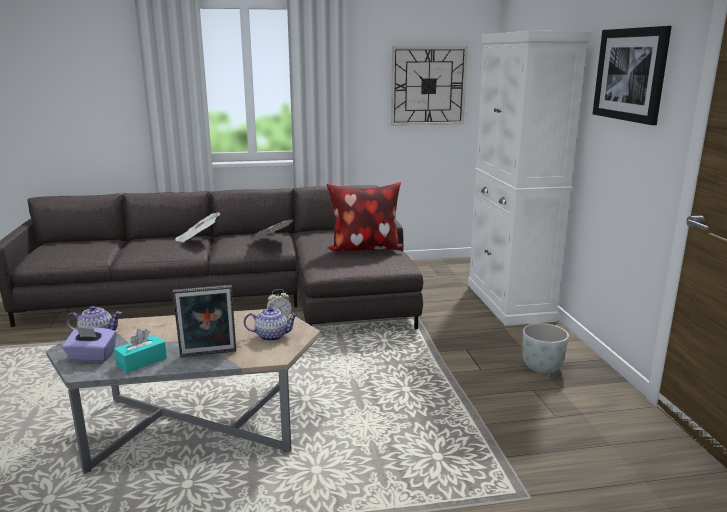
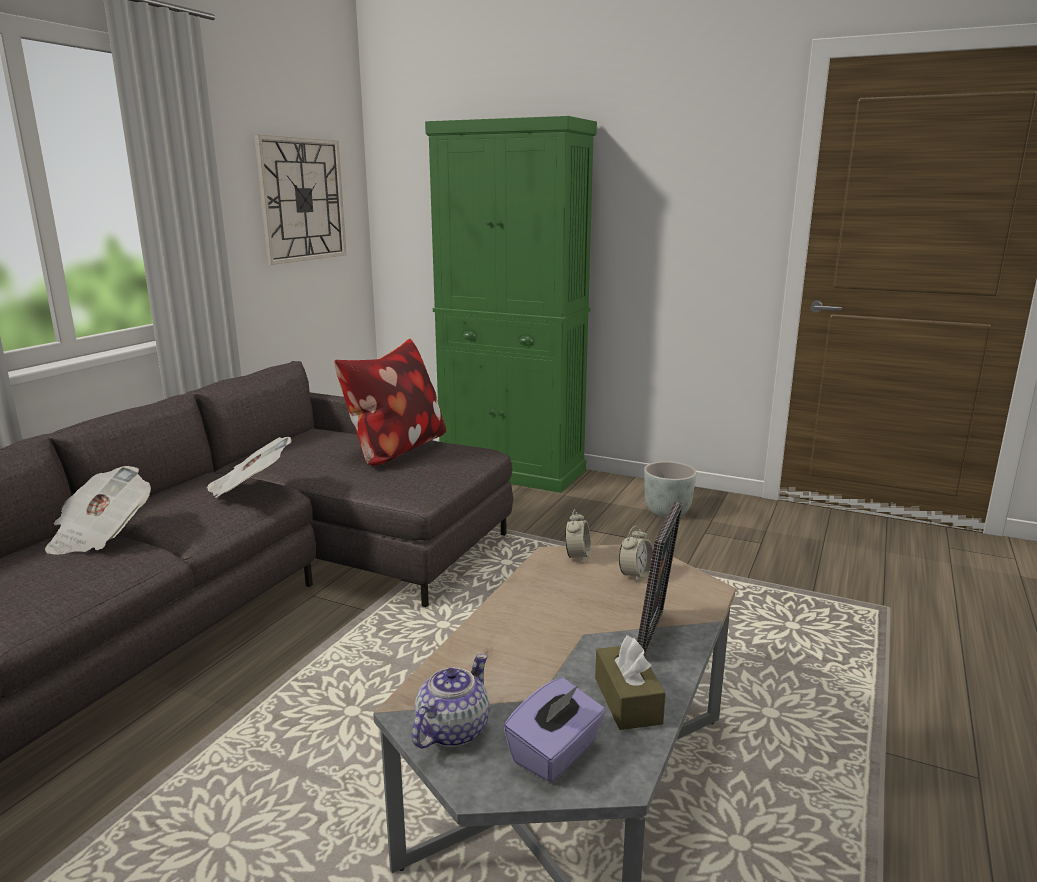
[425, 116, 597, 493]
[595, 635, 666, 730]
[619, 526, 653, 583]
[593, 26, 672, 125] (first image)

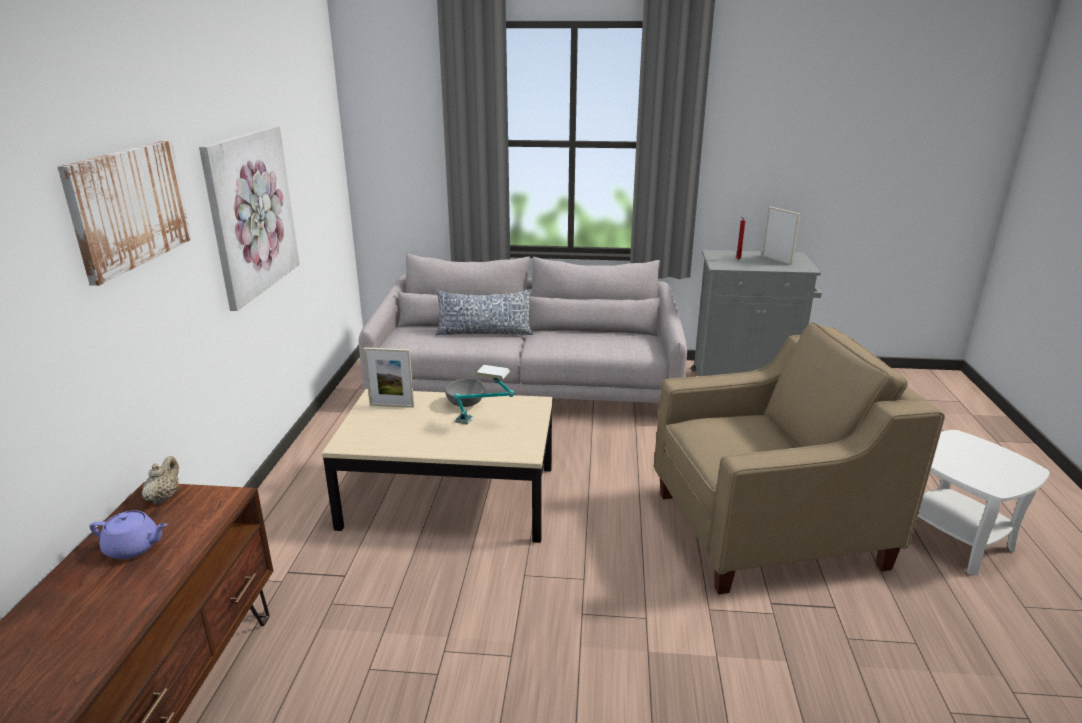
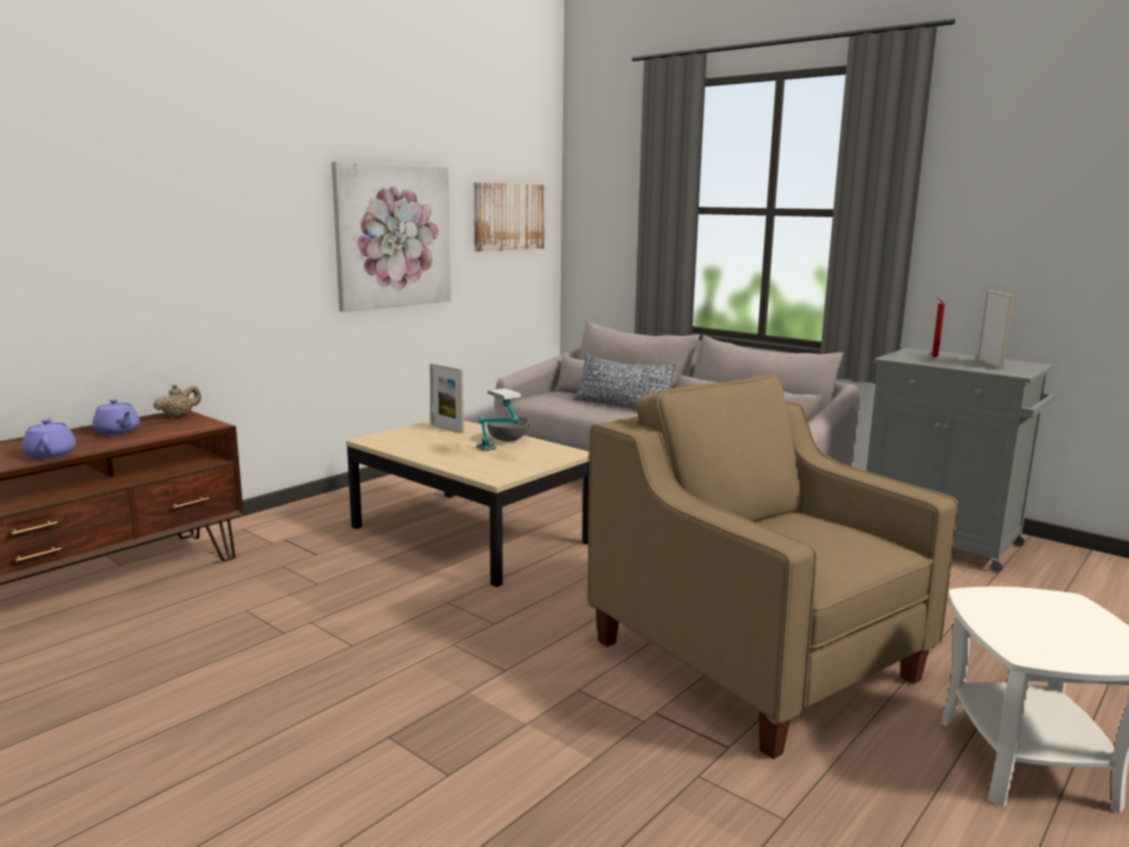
[22, 418, 76, 459]
[474, 182, 546, 252]
[587, 375, 959, 759]

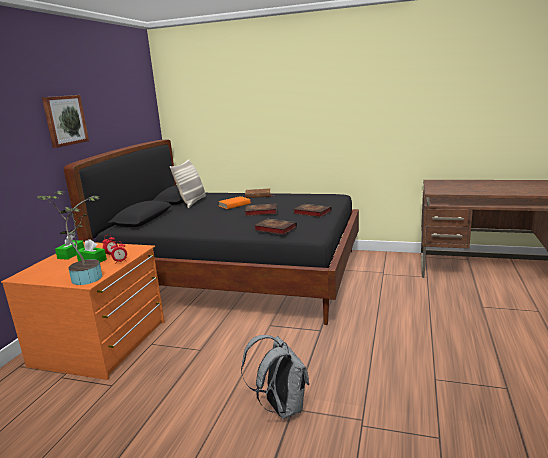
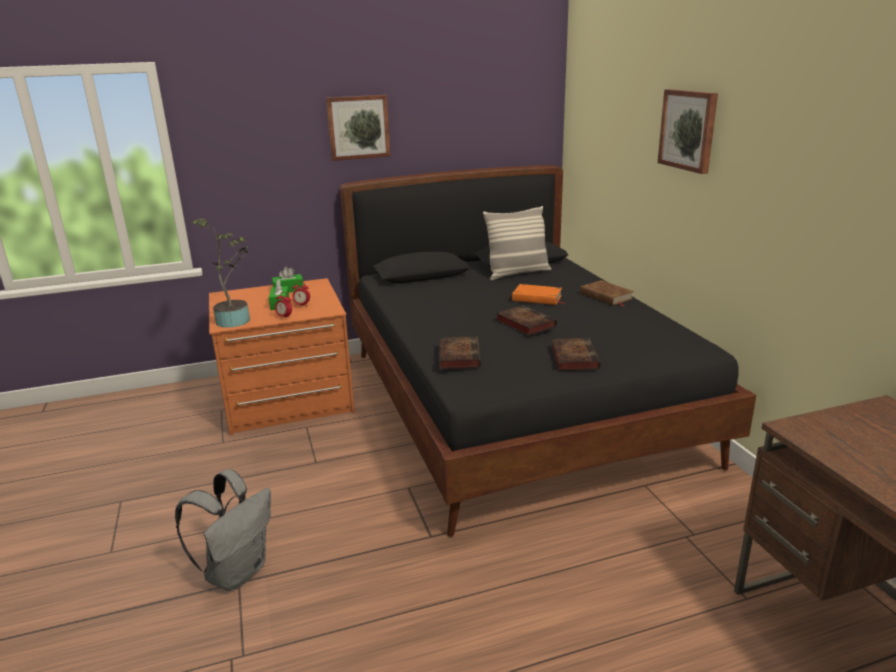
[658, 89, 718, 174]

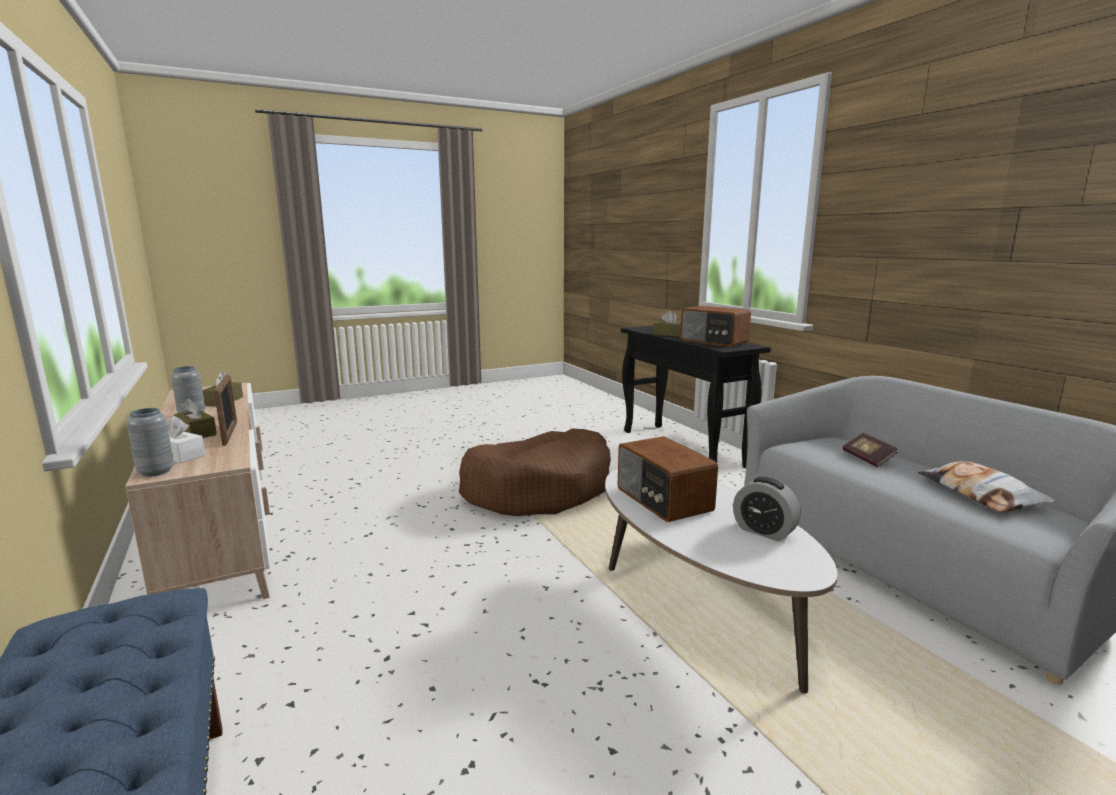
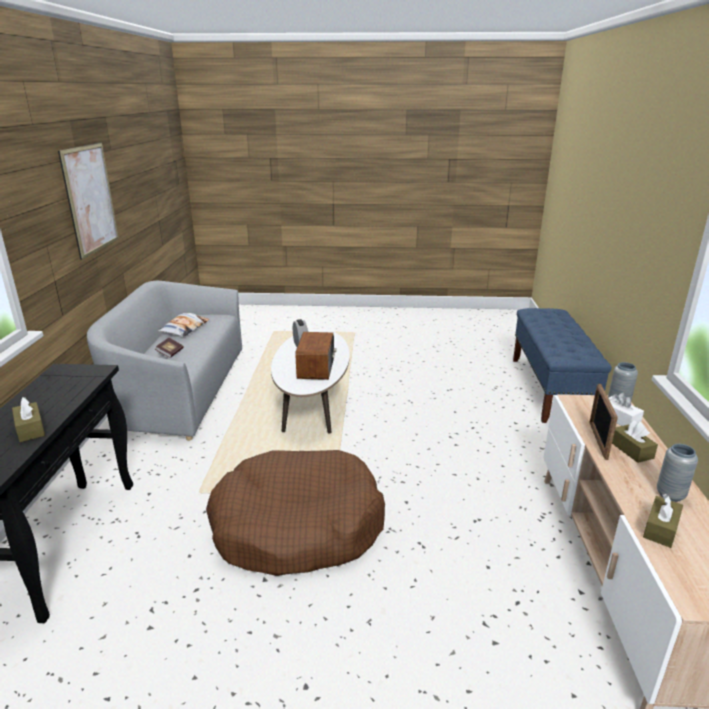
[58, 142, 119, 260]
[680, 306, 751, 347] (first image)

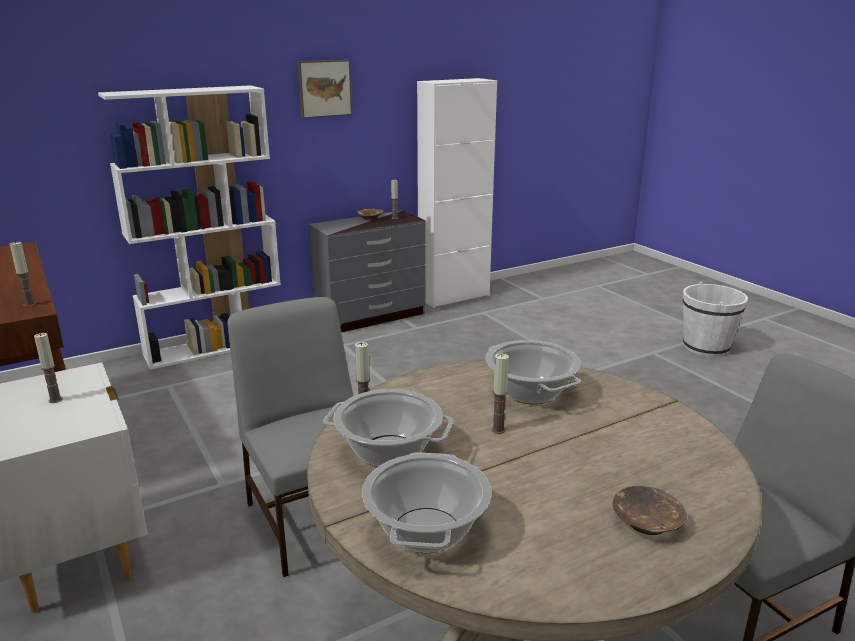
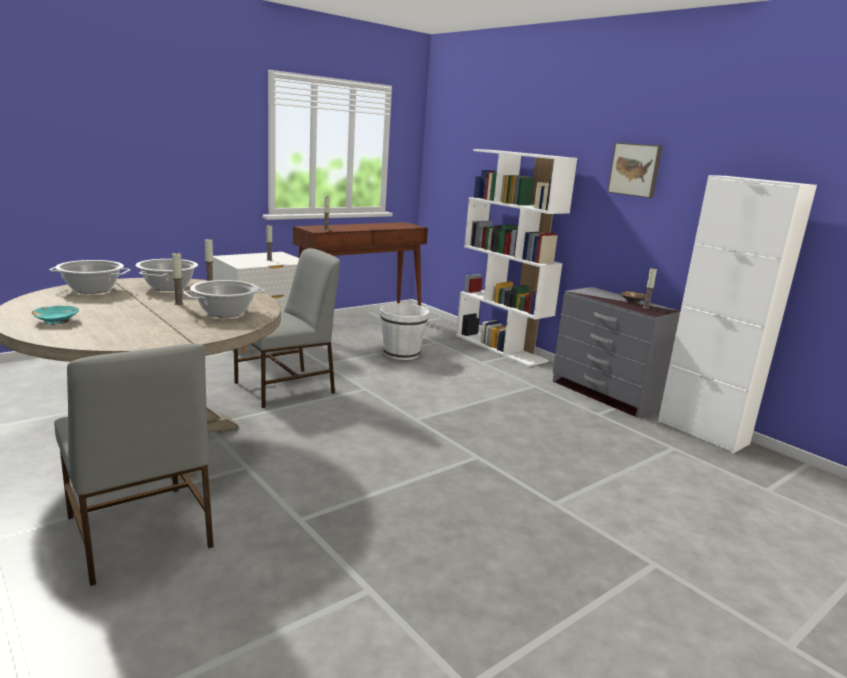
[31, 306, 79, 324]
[380, 303, 429, 360]

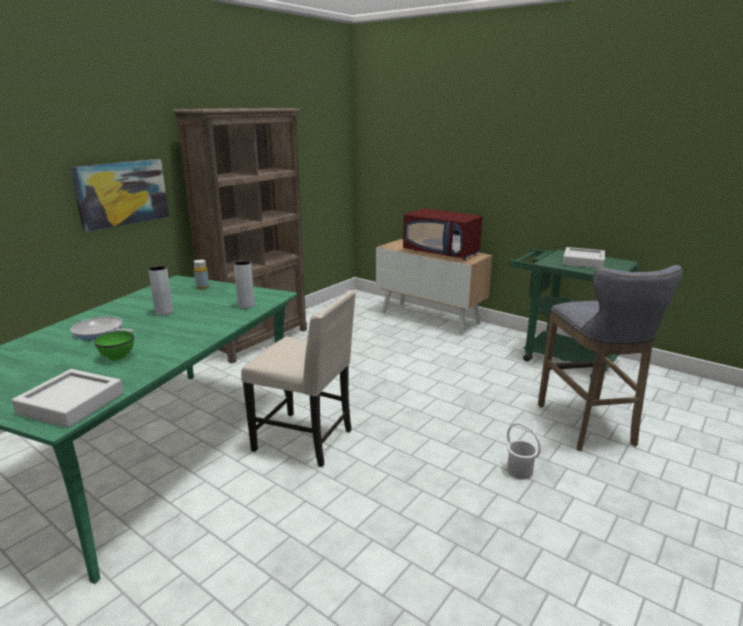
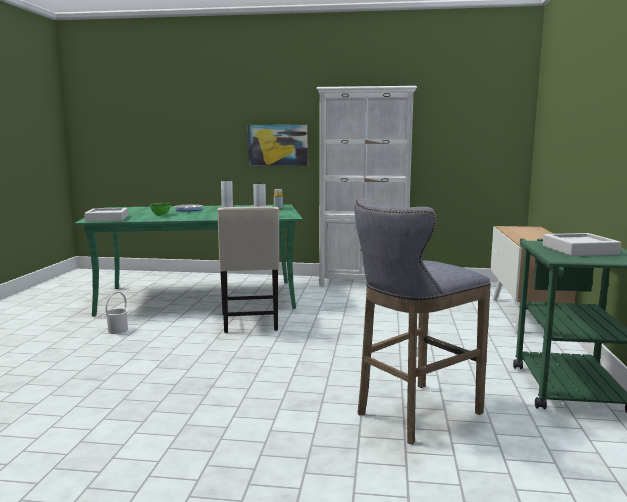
[105, 292, 128, 334]
[316, 86, 417, 286]
[403, 208, 483, 260] (first image)

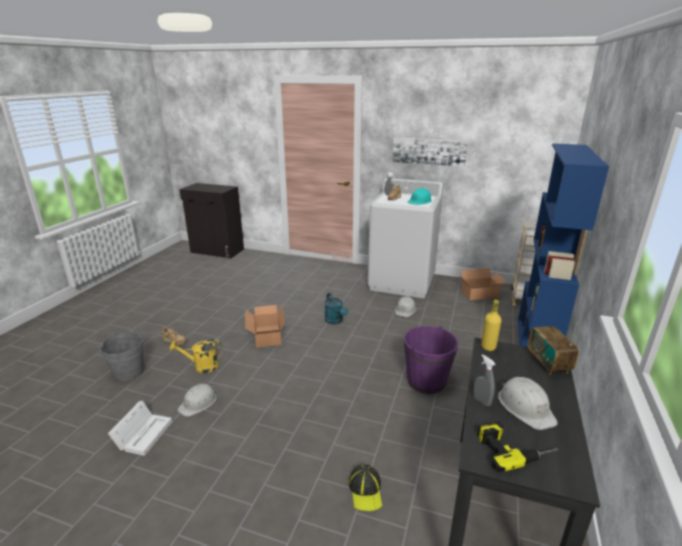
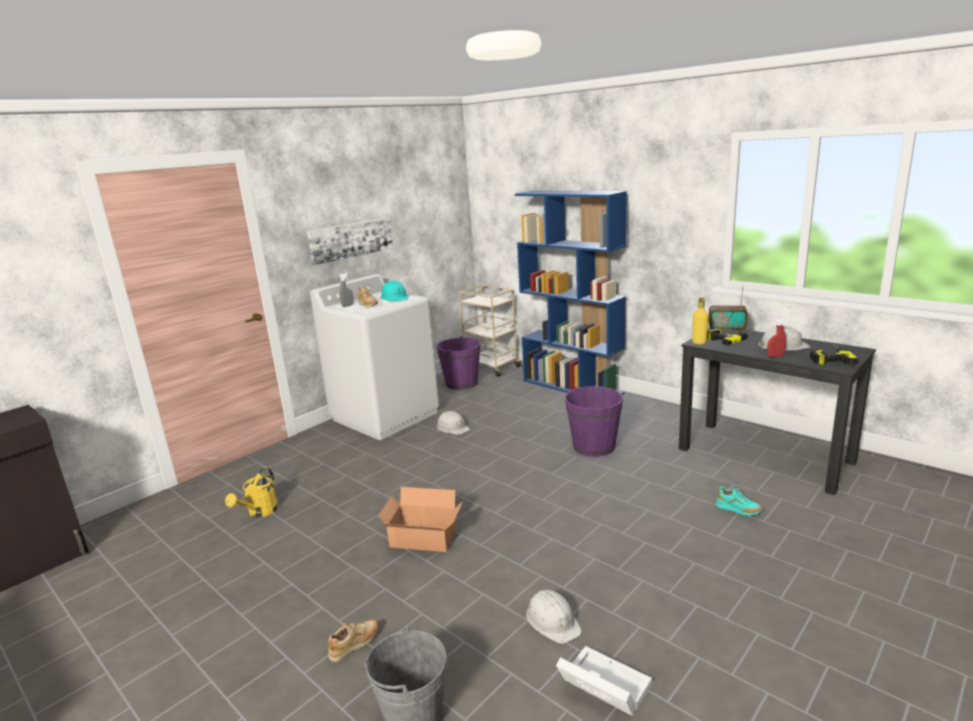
[225, 467, 279, 518]
[436, 336, 481, 390]
[707, 328, 757, 346]
[716, 486, 762, 516]
[767, 317, 786, 357]
[325, 293, 348, 324] (first image)

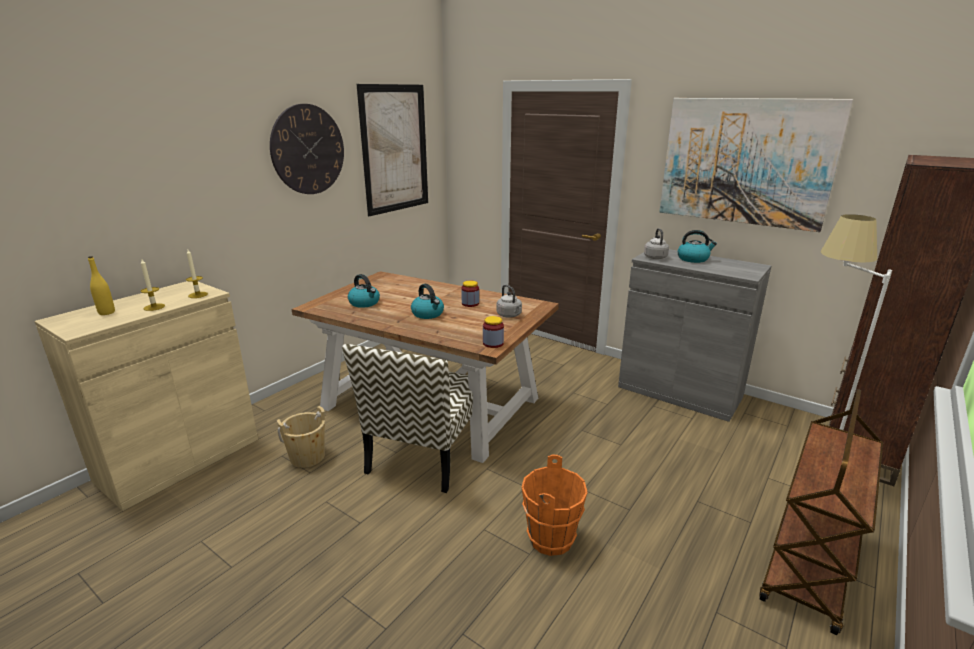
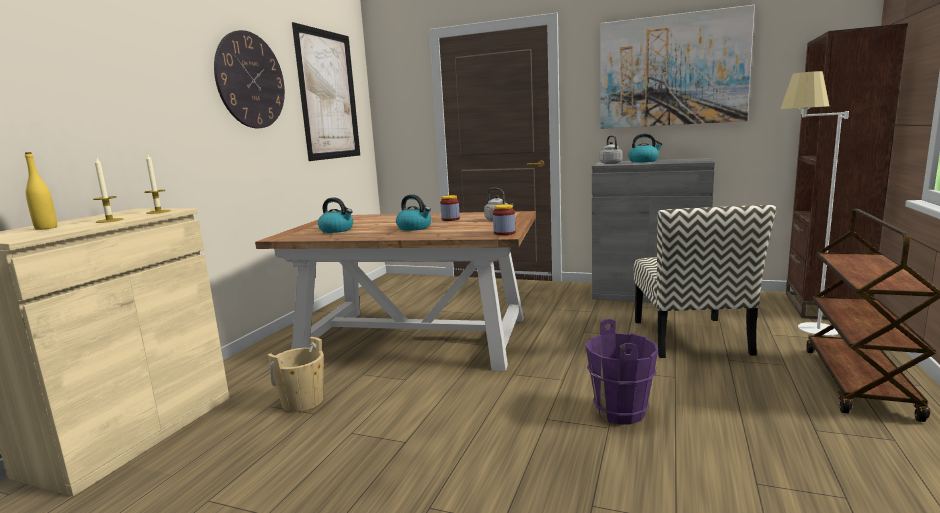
[585, 319, 658, 425]
[633, 205, 777, 358]

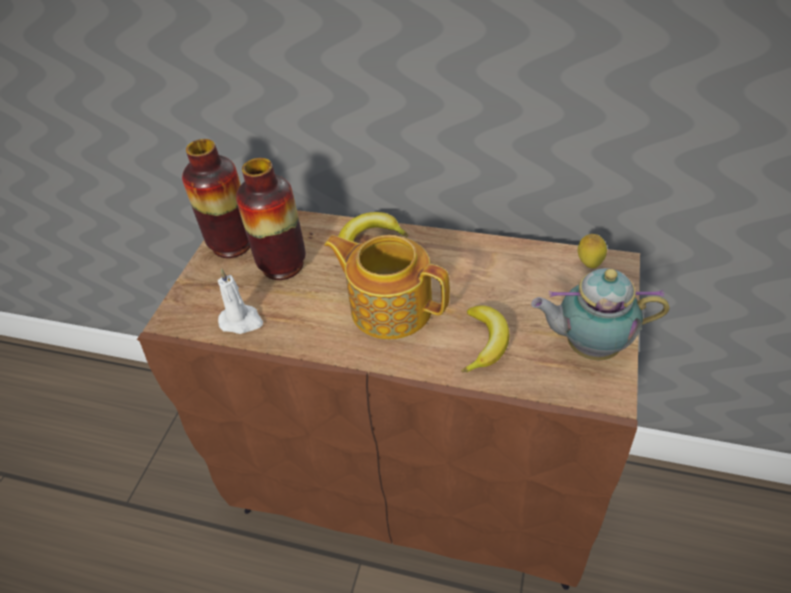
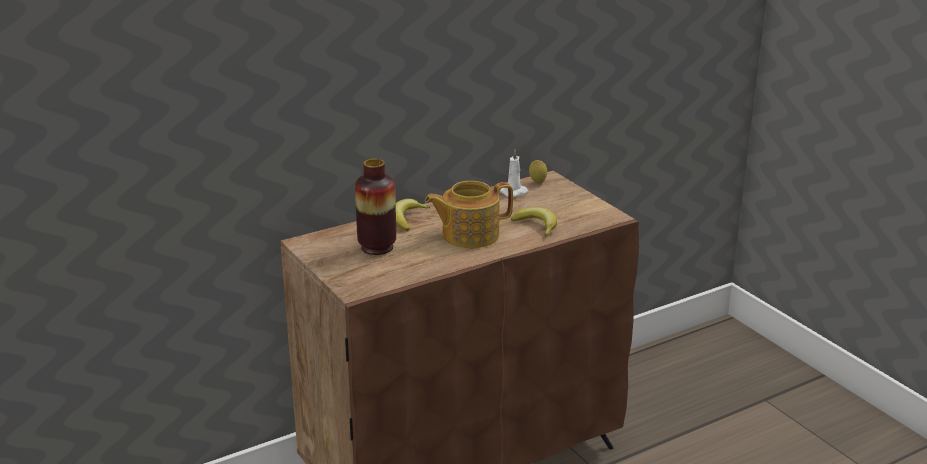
[500, 149, 528, 197]
[182, 139, 250, 258] (first image)
[531, 268, 669, 360] (first image)

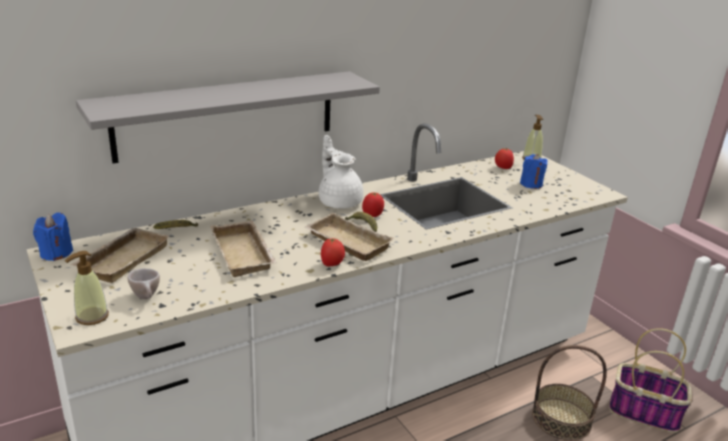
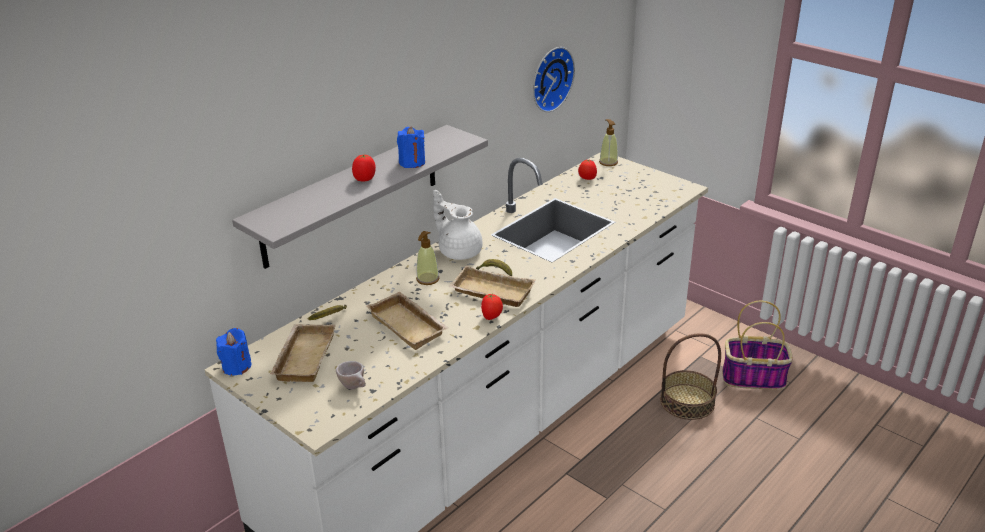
[352, 155, 376, 182]
[397, 126, 425, 168]
[416, 231, 440, 285]
[533, 47, 575, 112]

